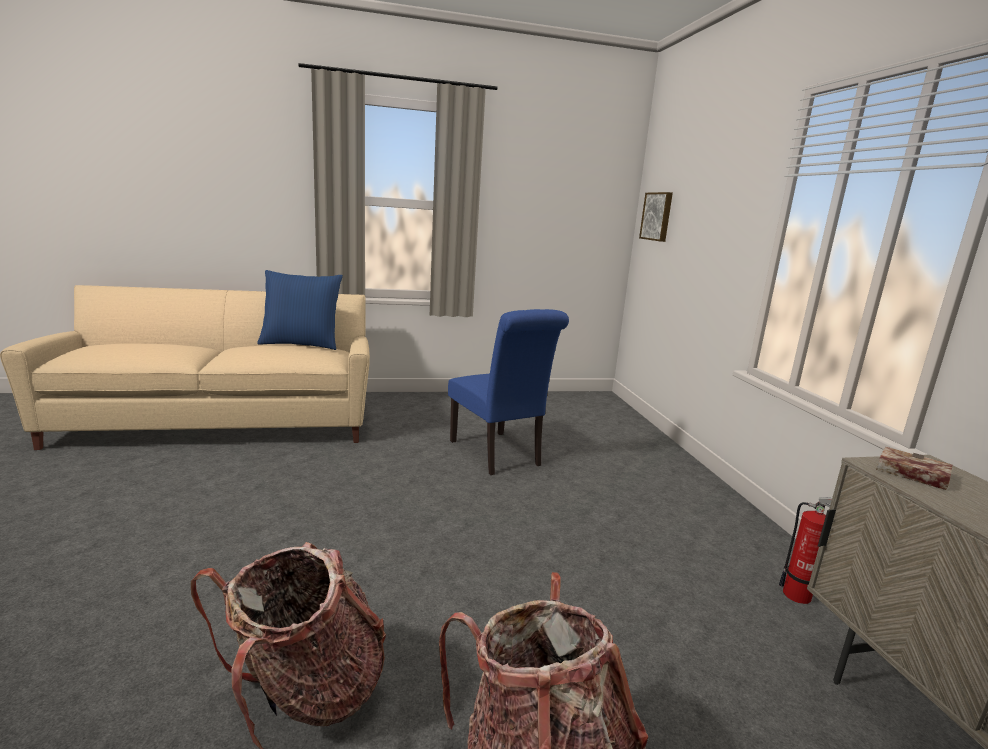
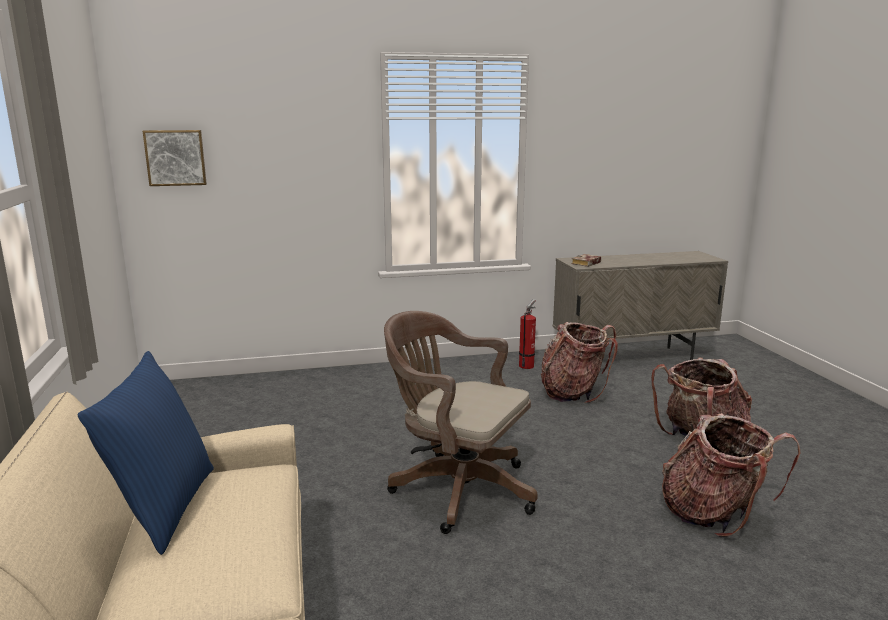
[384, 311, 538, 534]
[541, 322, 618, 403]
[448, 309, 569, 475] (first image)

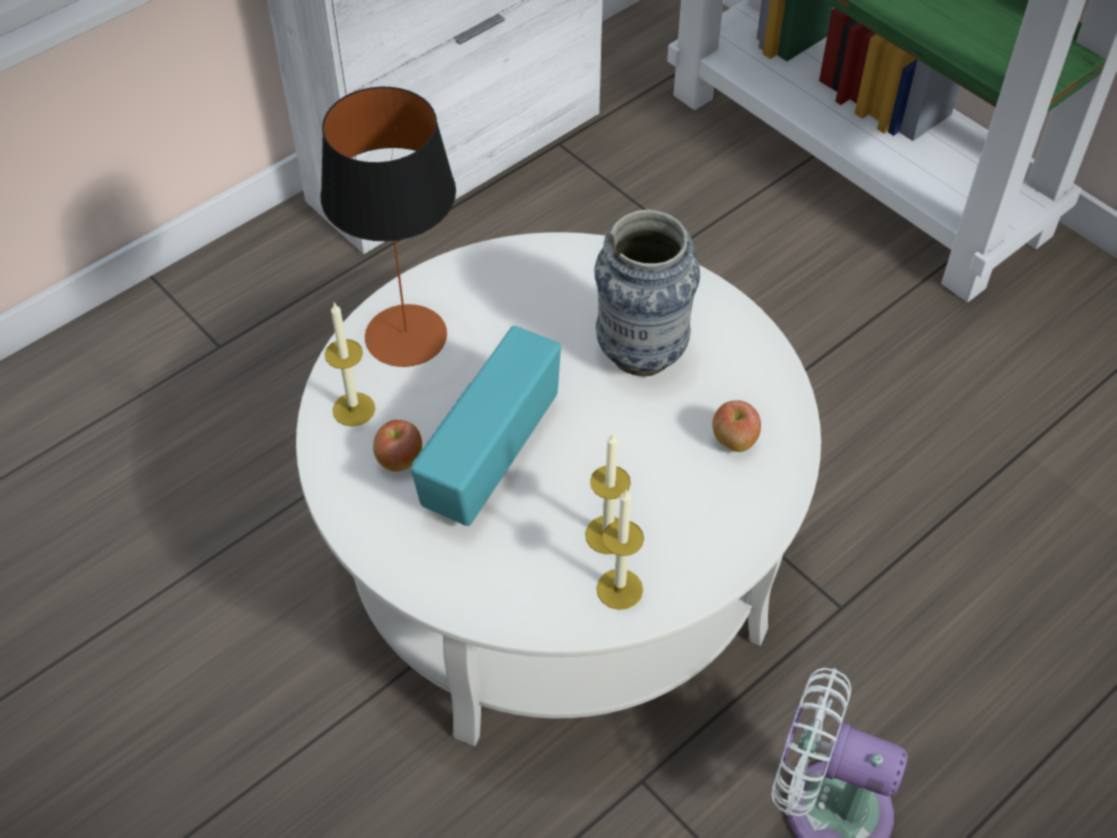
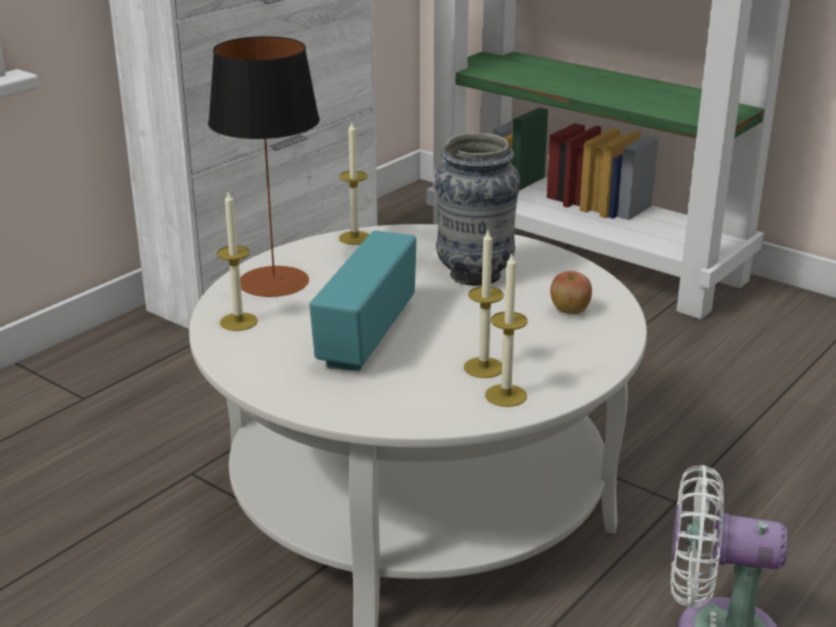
[339, 122, 369, 245]
[373, 420, 422, 472] (first image)

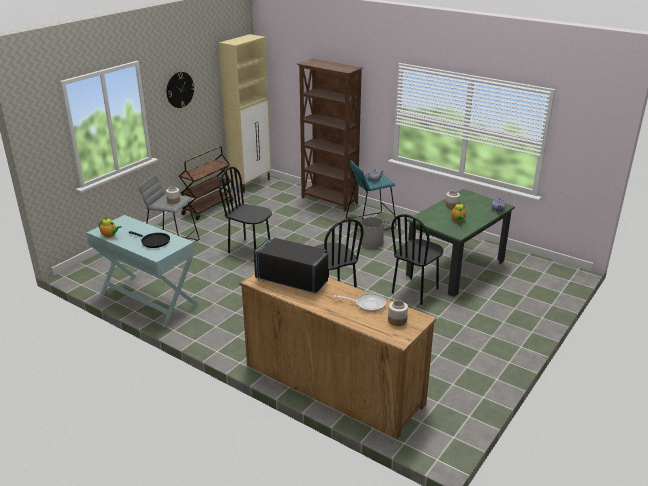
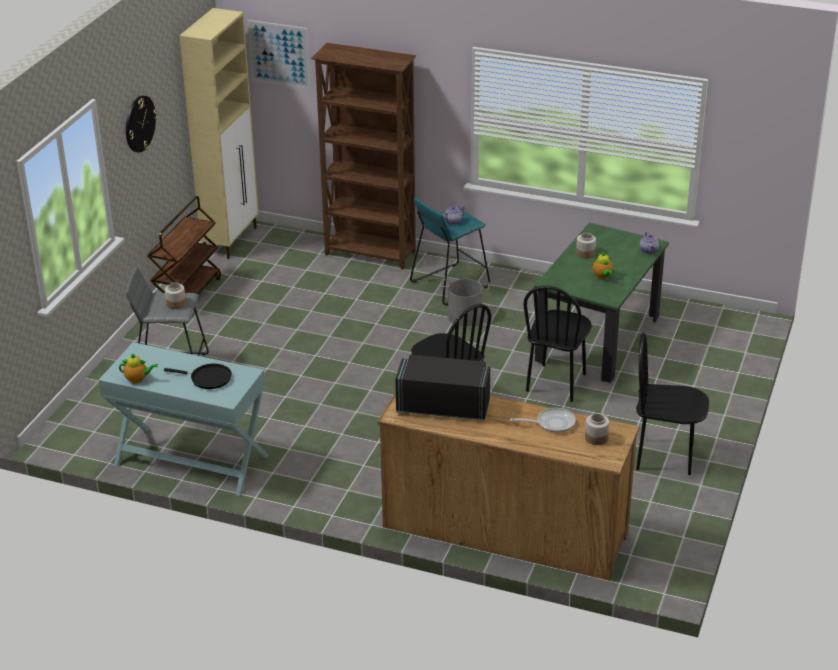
[247, 20, 311, 89]
[636, 332, 709, 475]

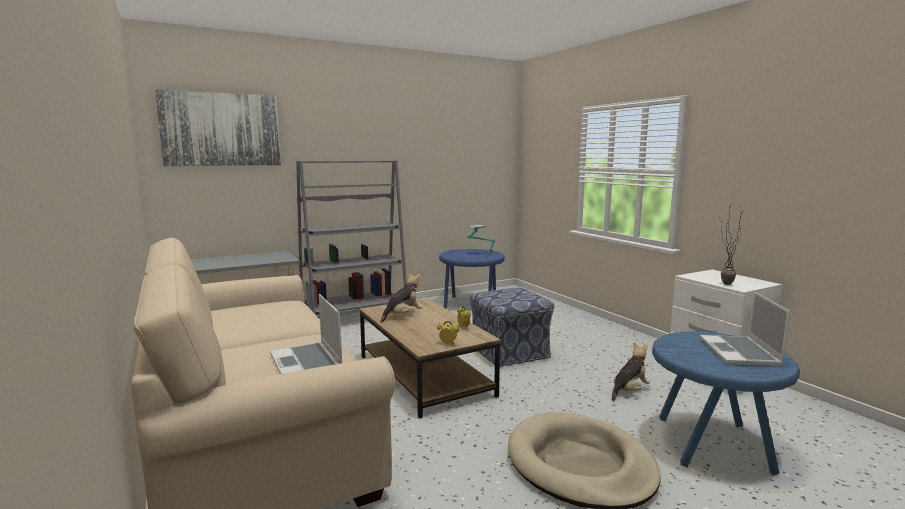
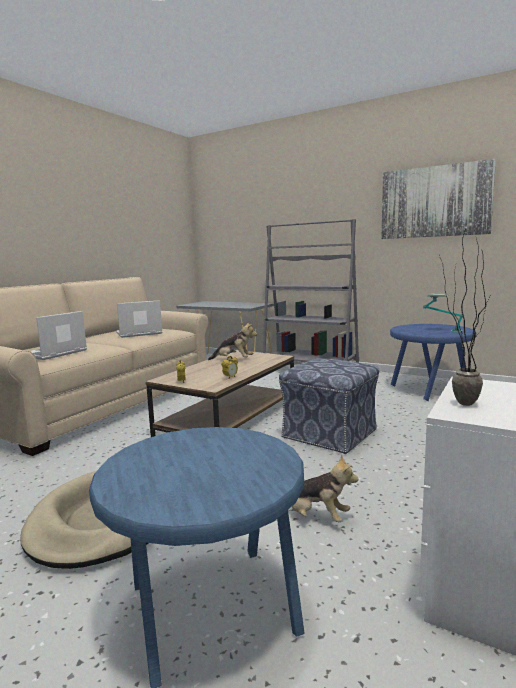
[116, 300, 162, 338]
[381, 159, 496, 239]

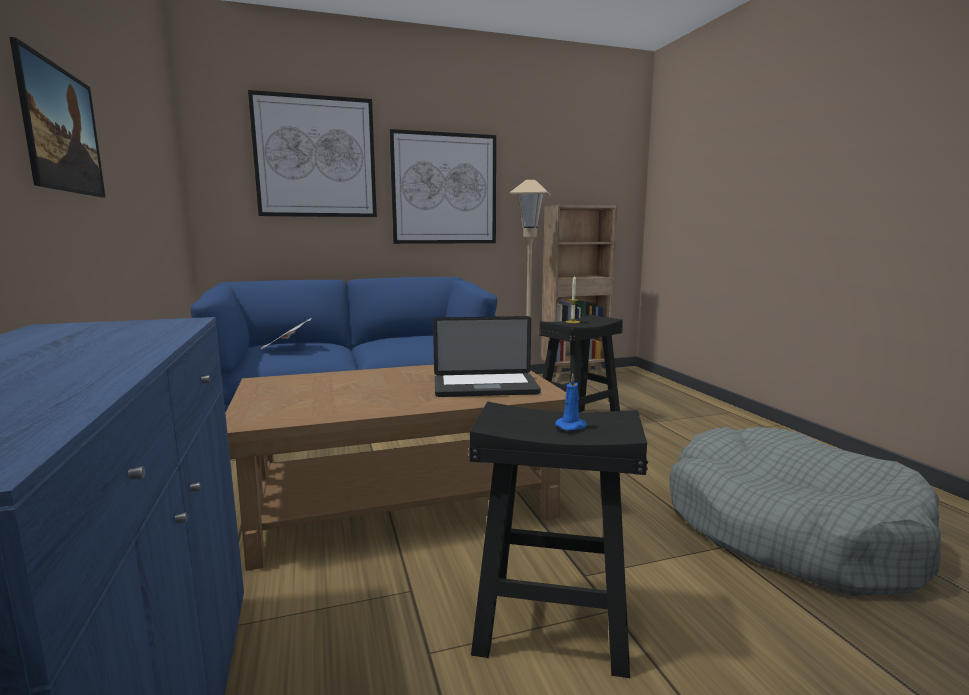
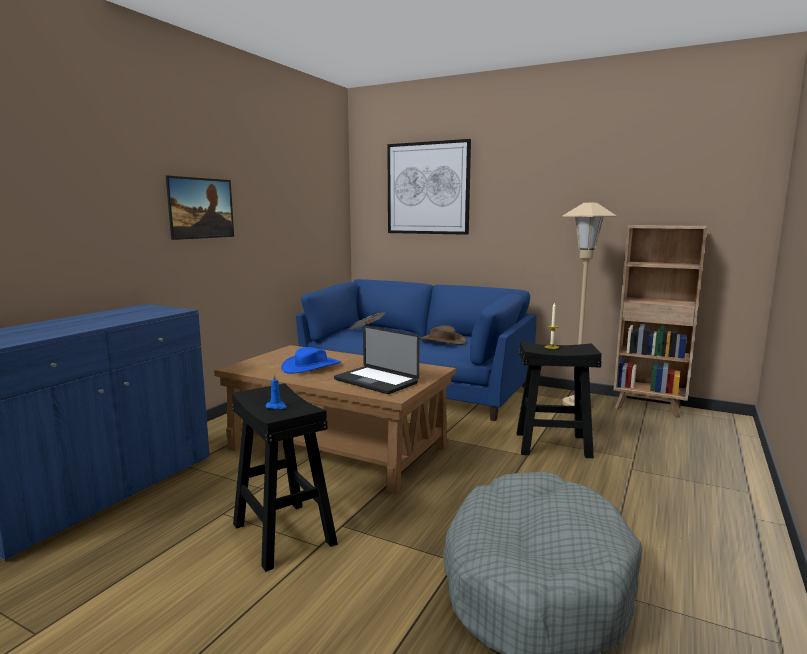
[281, 347, 341, 373]
[419, 325, 466, 345]
[389, 129, 496, 244] (first image)

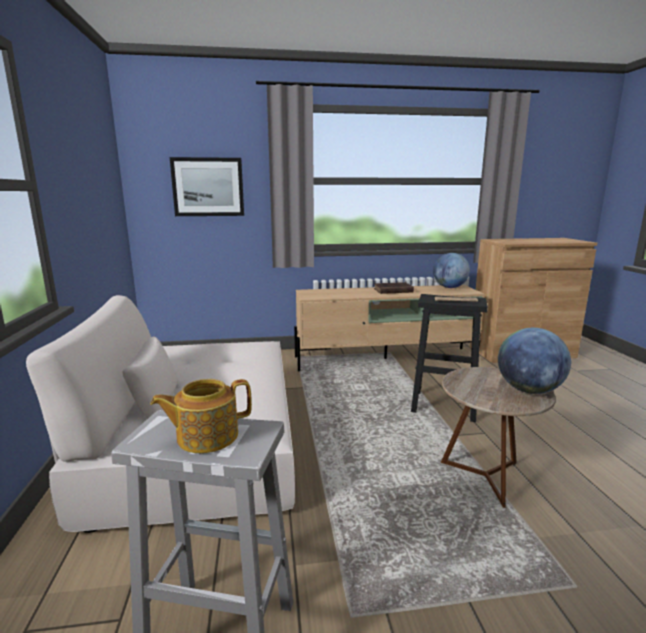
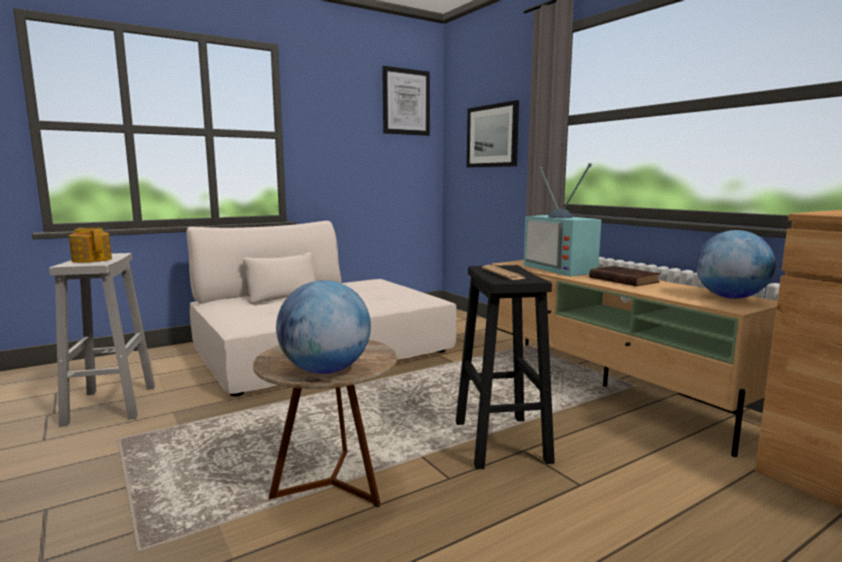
[382, 66, 430, 136]
[523, 163, 602, 276]

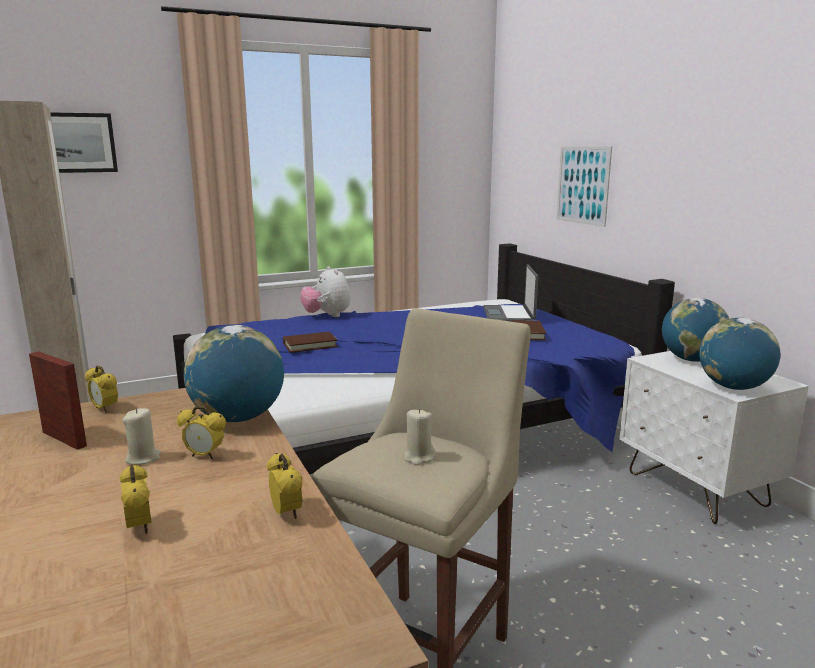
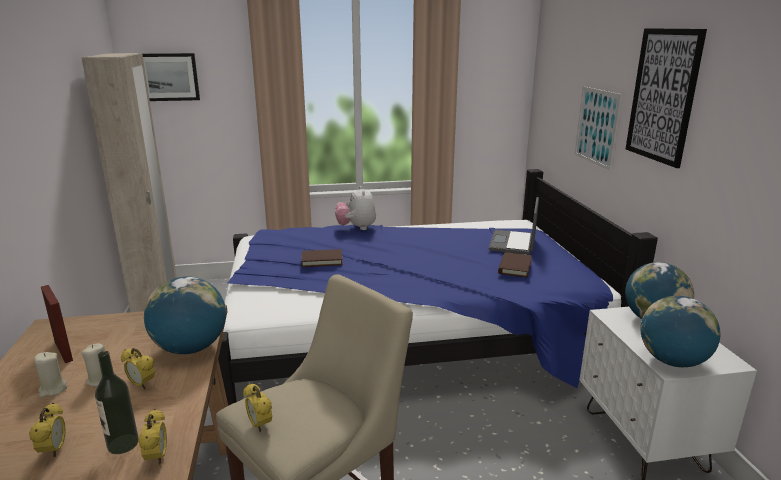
[34, 352, 67, 397]
[95, 351, 139, 454]
[243, 383, 272, 432]
[626, 28, 707, 168]

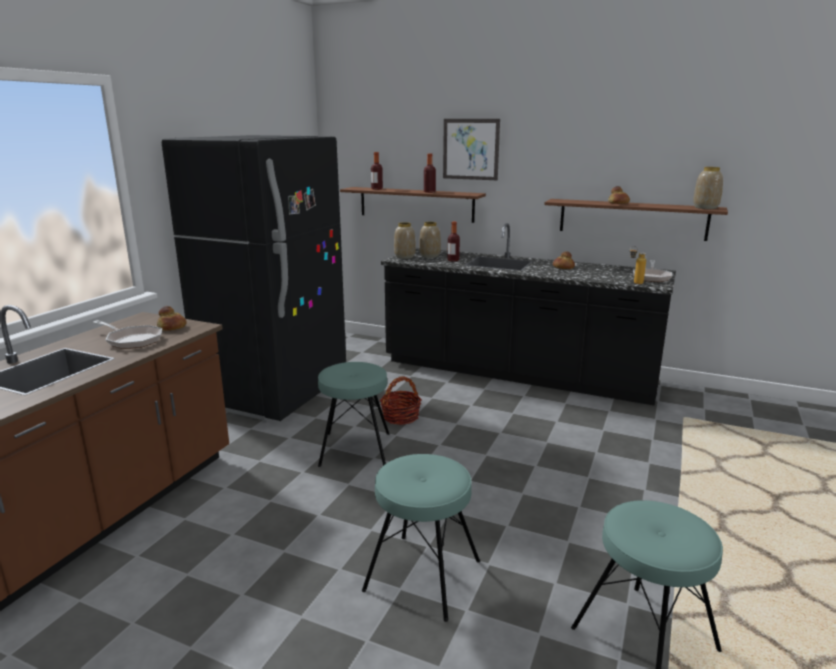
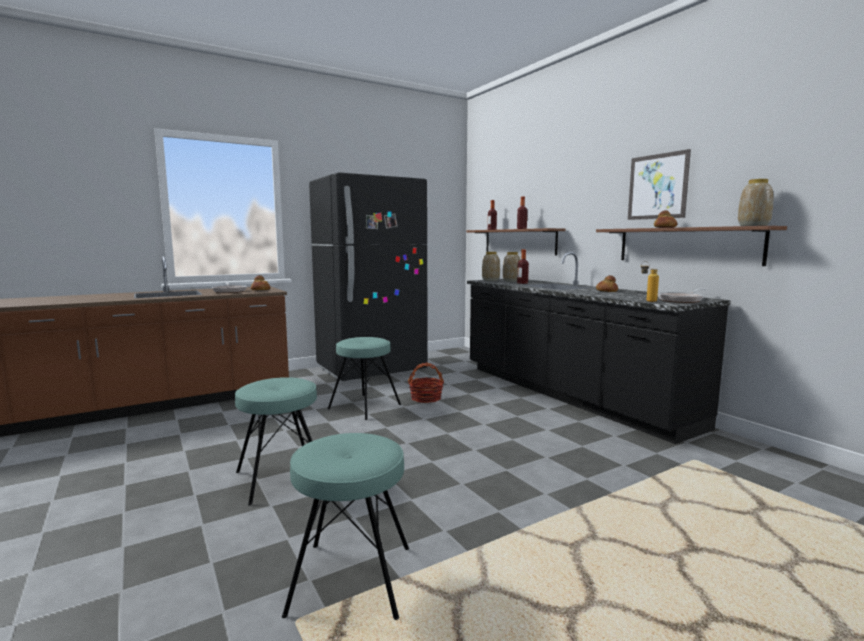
[628, 149, 691, 220]

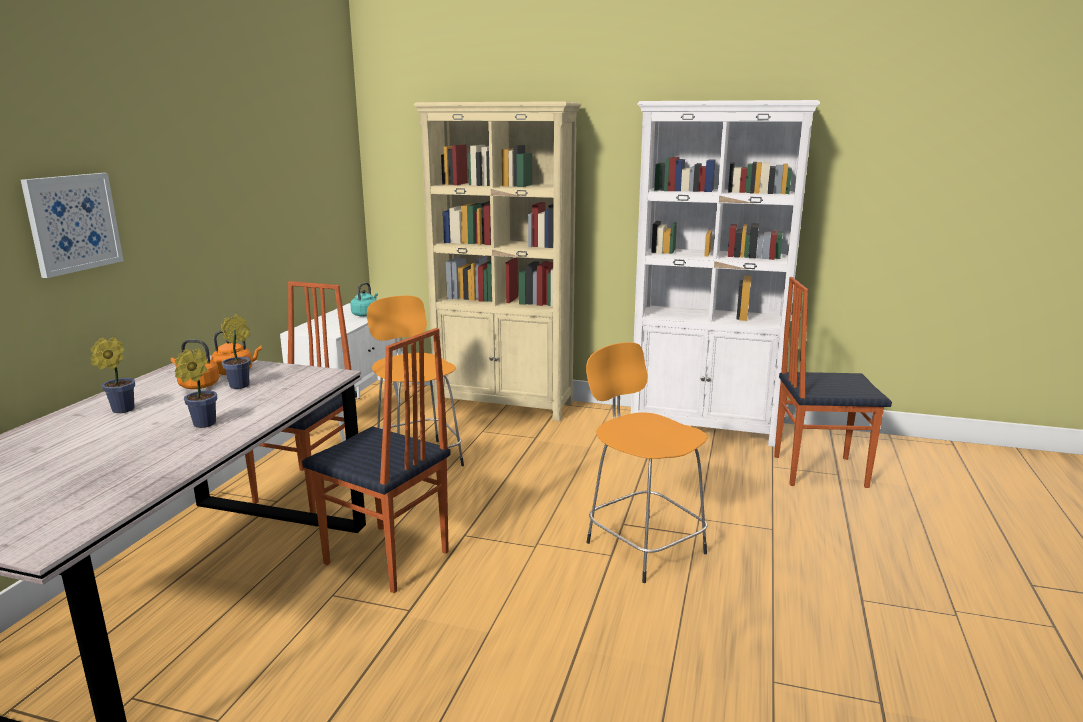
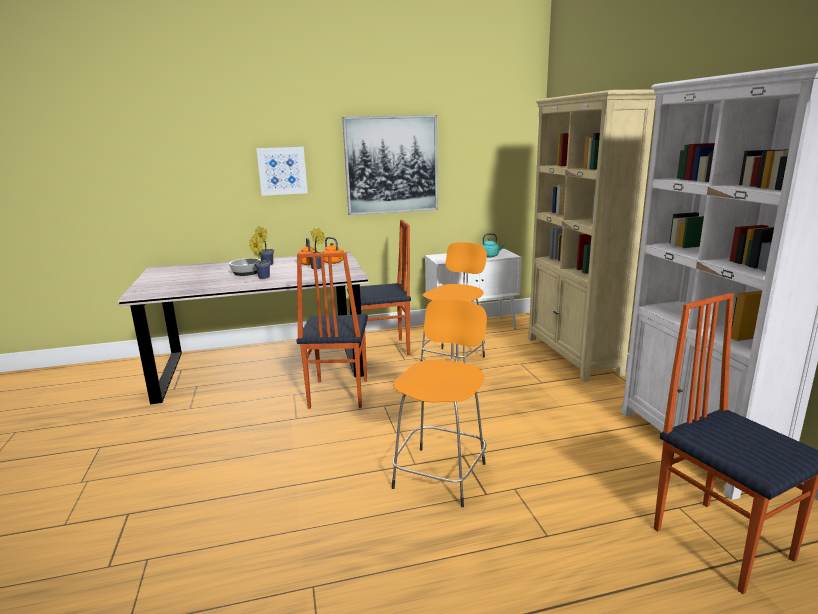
[229, 258, 261, 276]
[342, 115, 438, 215]

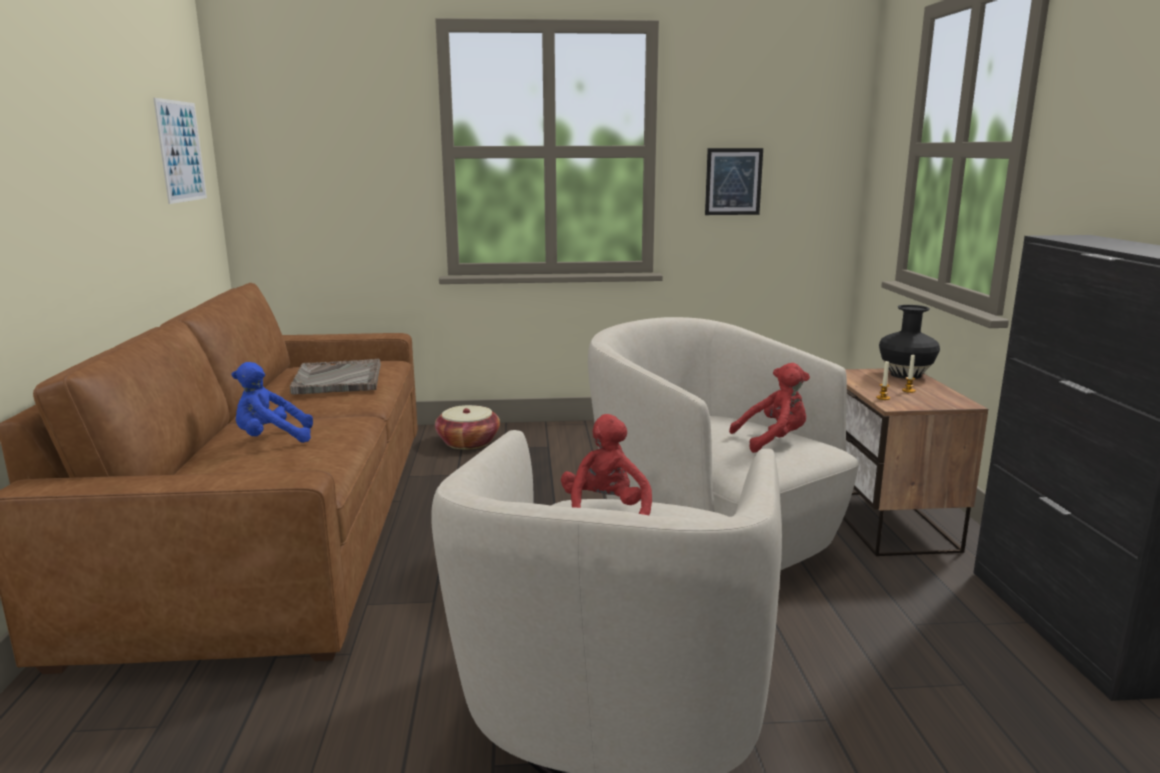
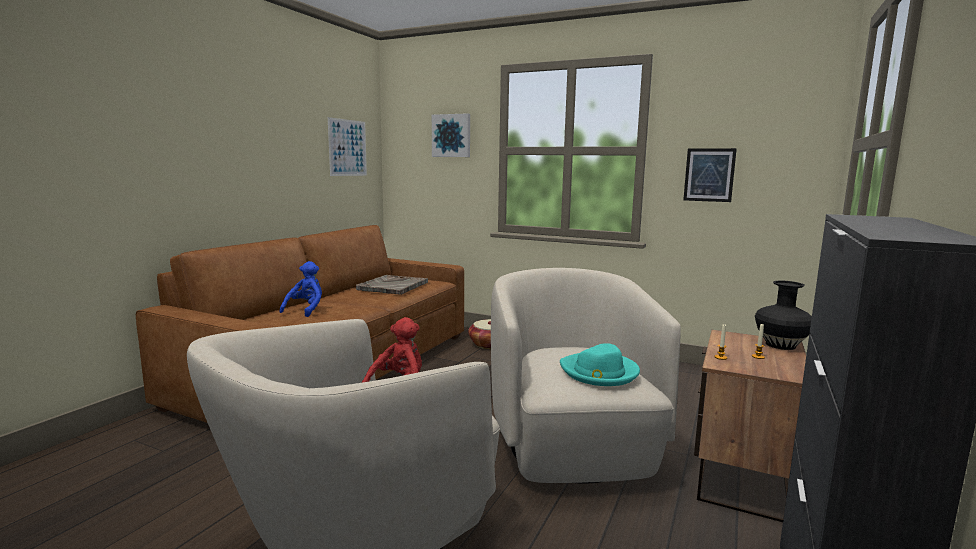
[279, 261, 322, 317]
[432, 113, 470, 157]
[560, 343, 640, 386]

